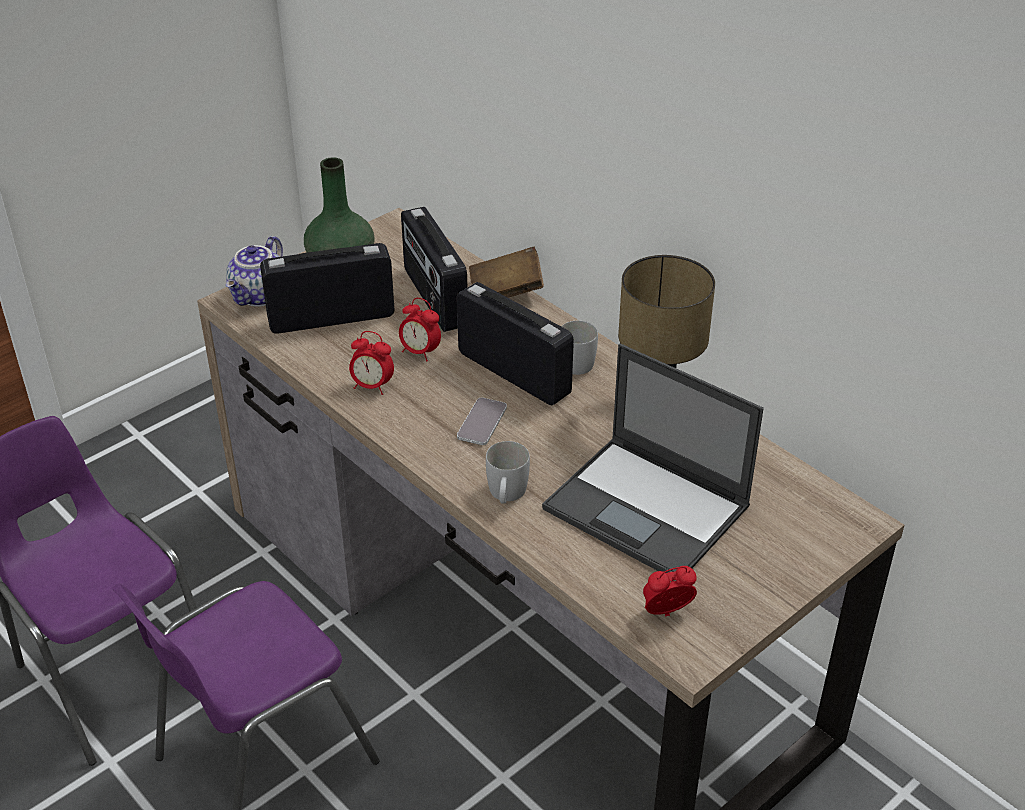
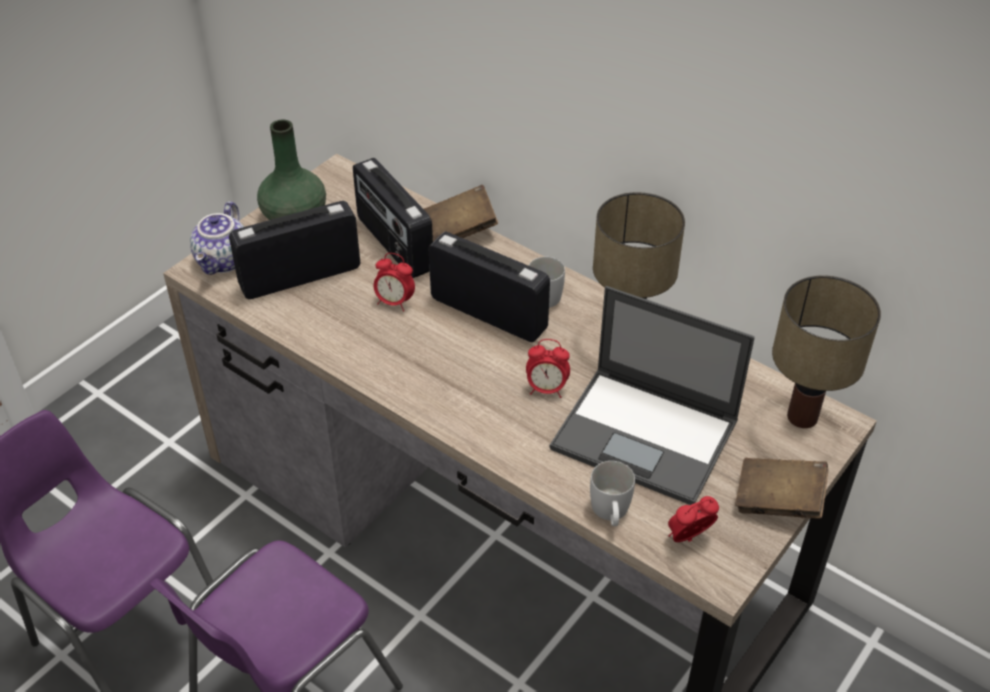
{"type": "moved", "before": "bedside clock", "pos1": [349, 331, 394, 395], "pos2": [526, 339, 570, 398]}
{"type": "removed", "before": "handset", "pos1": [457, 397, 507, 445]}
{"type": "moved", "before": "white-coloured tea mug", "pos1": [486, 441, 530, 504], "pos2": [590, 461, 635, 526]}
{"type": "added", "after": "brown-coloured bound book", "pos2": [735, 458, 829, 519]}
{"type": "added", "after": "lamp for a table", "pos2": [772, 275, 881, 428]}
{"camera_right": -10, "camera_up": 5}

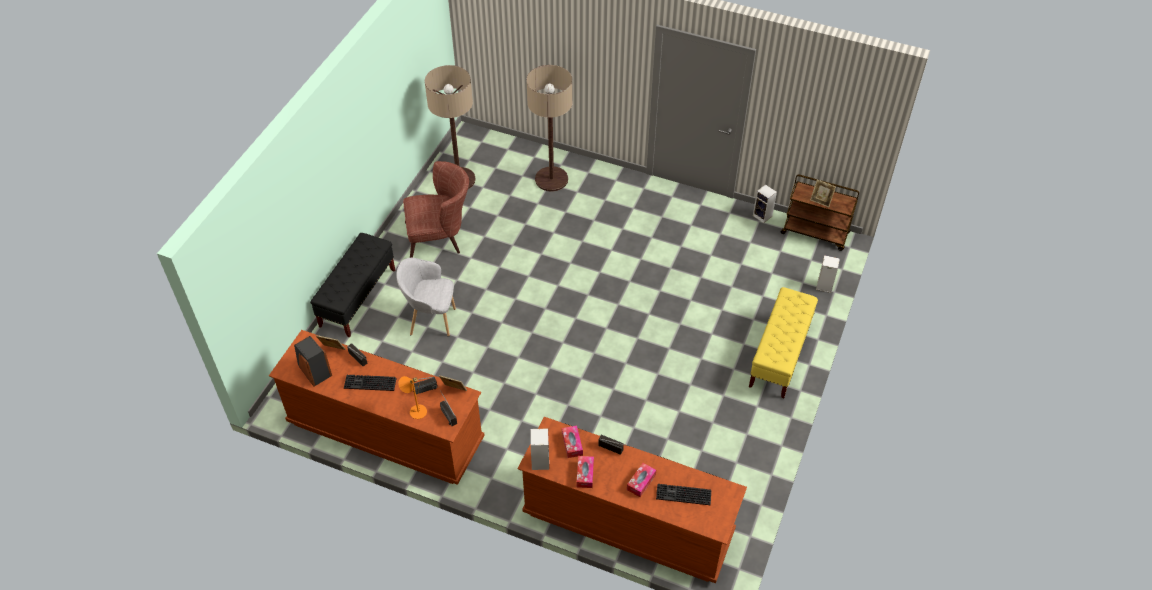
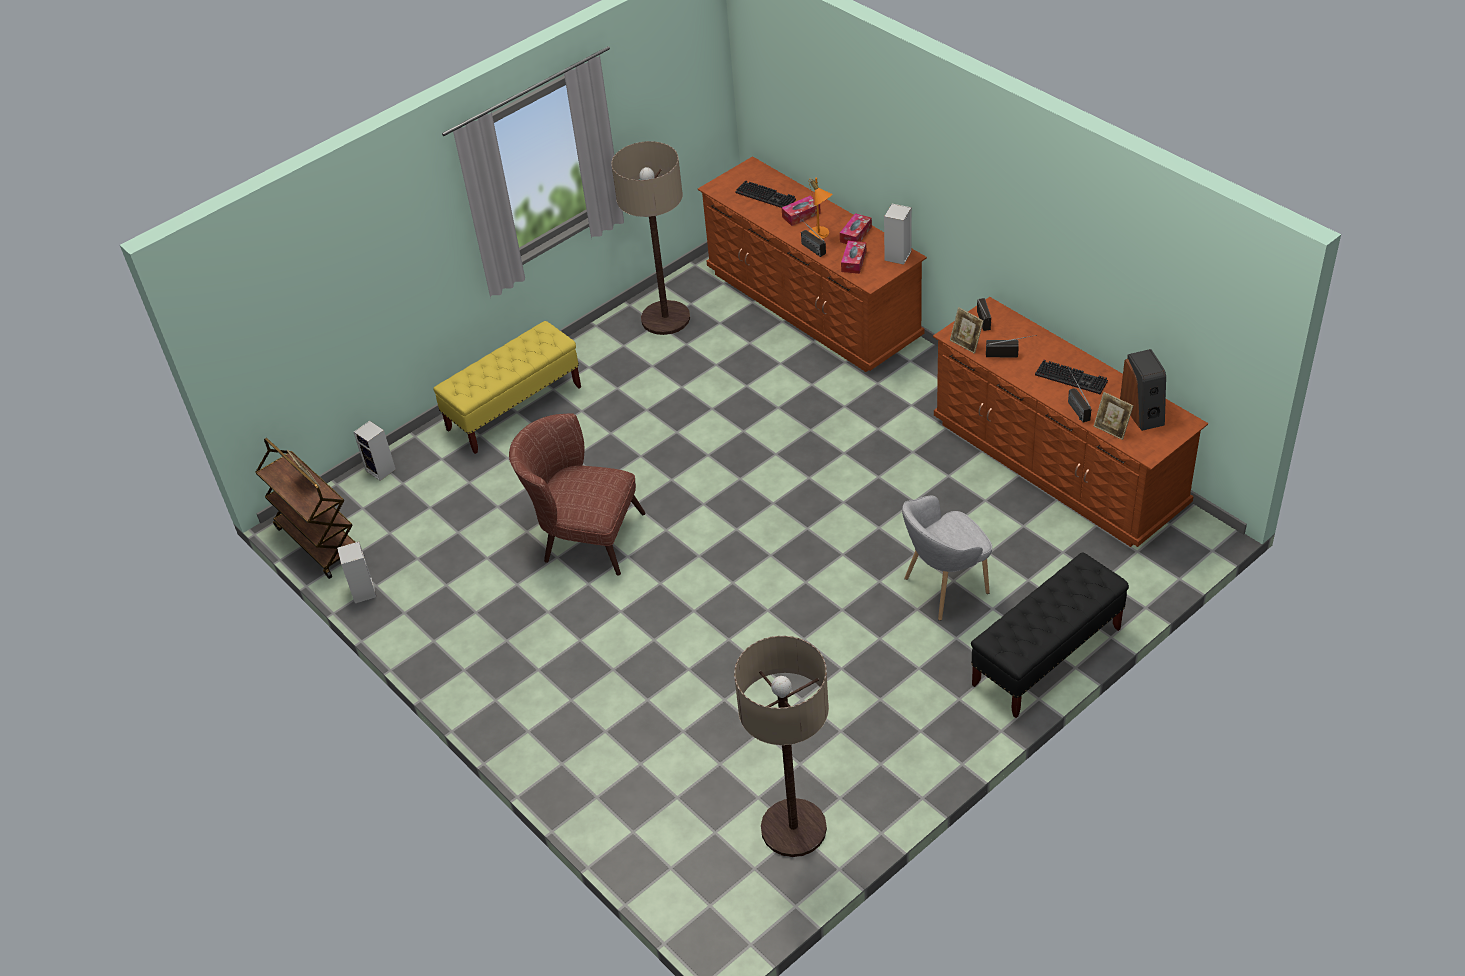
{"type": "turned", "before": "gray lounge chair", "pos1": [396, 258, 456, 337], "pos2": [902, 496, 992, 621], "turn": 120}
{"type": "moved", "before": "orange lamp for a table", "pos1": [398, 376, 427, 419], "pos2": [809, 177, 832, 239]}
{"type": "moved", "before": "brown-coloured lounge chair", "pos1": [403, 161, 469, 258], "pos2": [509, 413, 646, 576]}
{"type": "moved", "before": "standing lamp", "pos1": [526, 65, 573, 192], "pos2": [611, 141, 690, 335]}
{"camera_right": -150, "camera_up": -5}

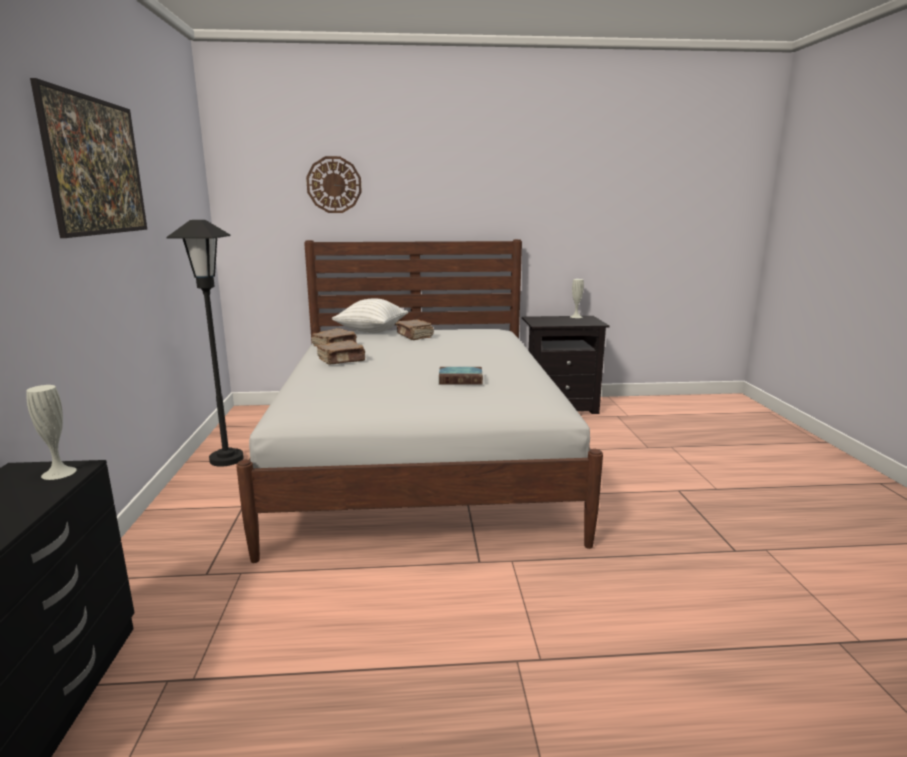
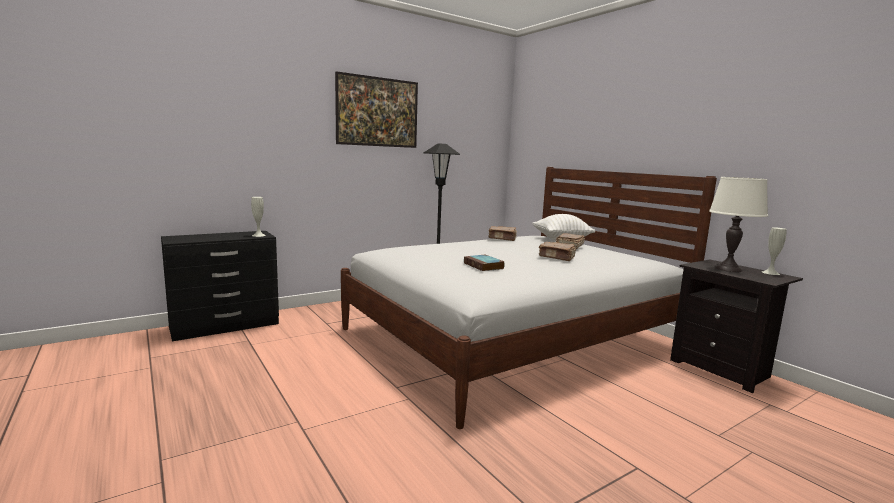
{"type": "removed", "before": "wall clock", "pos1": [306, 156, 362, 213]}
{"type": "moved", "before": "brown-coloured bound book", "pos1": [317, 340, 365, 364], "pos2": [539, 242, 576, 261]}
{"type": "added", "after": "white-coloured lamp for a table", "pos2": [709, 177, 768, 272]}
{"camera_right": 60, "camera_up": -5}

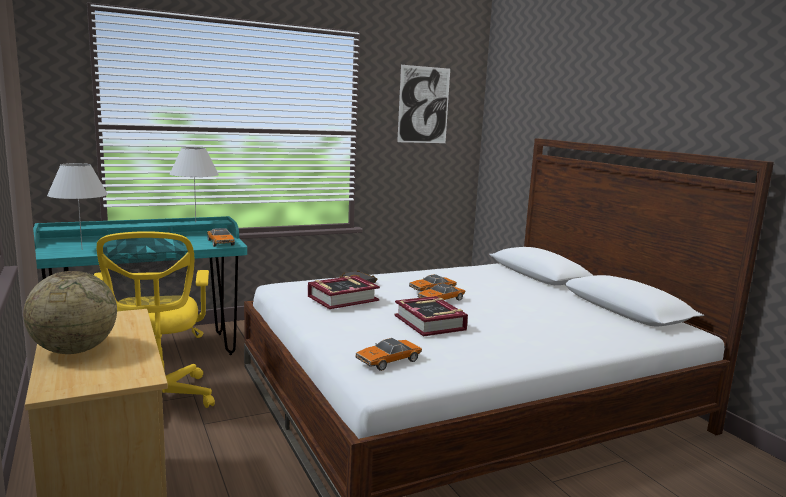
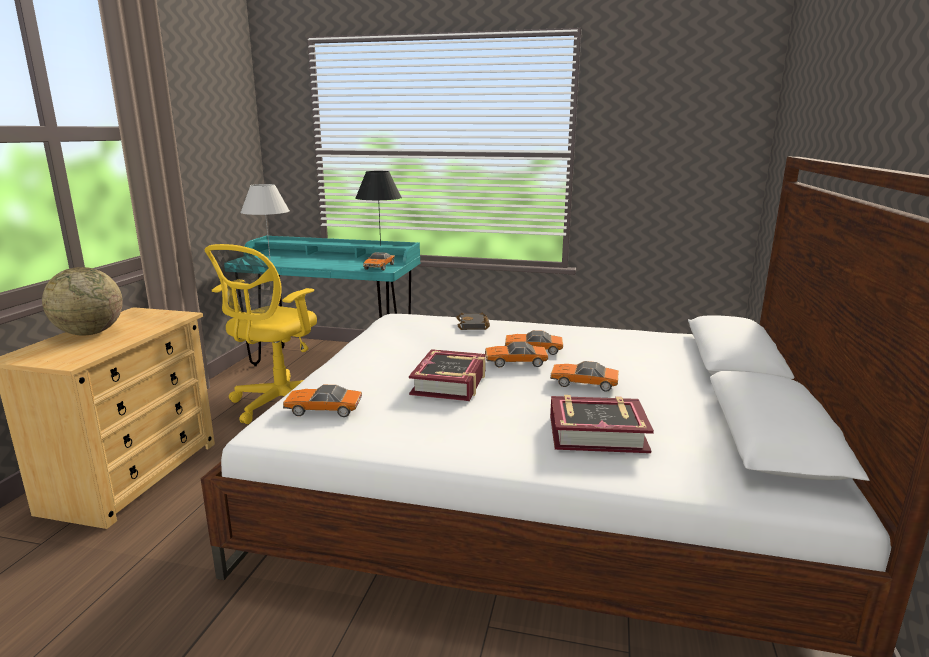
{"type": "recoloured", "before": "white-coloured lamp for a table", "after": "blackish lamp for a table", "pos1": [170, 147, 219, 221], "pos2": [355, 171, 402, 246]}
{"type": "moved", "before": "bound book", "pos1": [308, 276, 380, 309], "pos2": [550, 395, 654, 453]}
{"type": "removed", "before": "picture", "pos1": [397, 65, 450, 143]}
{"type": "added", "after": "miniature car", "pos2": [550, 361, 619, 392]}
{"camera_right": 40, "camera_up": 5}

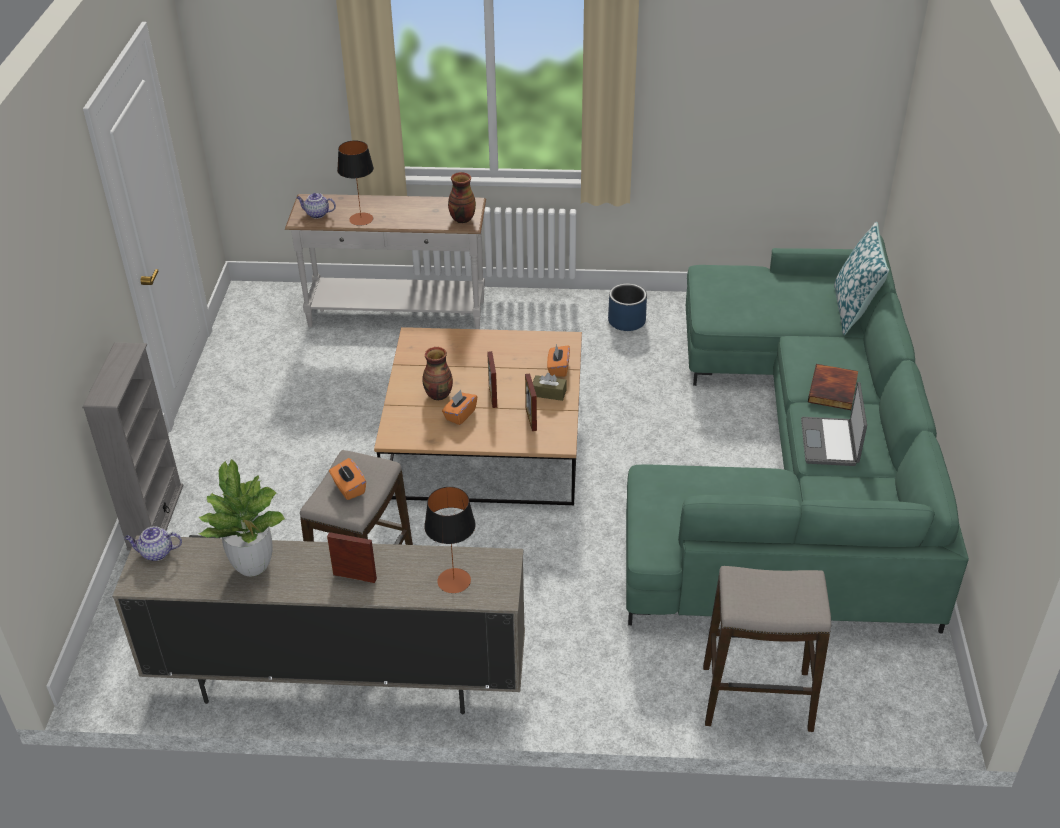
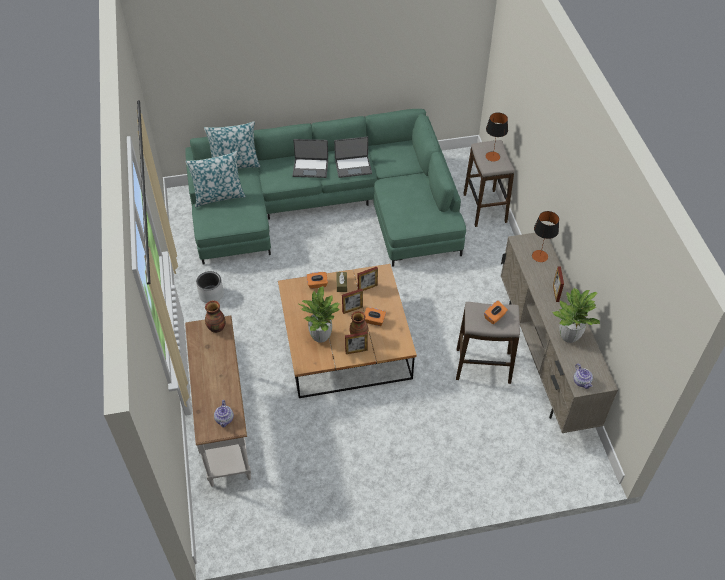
{"type": "removed", "before": "gray bookshelf", "pos1": [82, 343, 183, 551]}
{"type": "moved", "before": "lamp for a table", "pos1": [337, 141, 374, 226], "pos2": [486, 113, 508, 162]}
{"type": "recoloured", "before": "bluish flower pot", "after": "gray flower pot", "pos1": [608, 283, 647, 331], "pos2": [196, 271, 224, 303]}
{"type": "replaced", "before": "bound book", "after": "portable computer", "pos1": [808, 364, 858, 410], "pos2": [293, 139, 328, 178]}
{"type": "added", "after": "throw pillow", "pos2": [185, 151, 246, 207]}
{"type": "added", "after": "potted plant", "pos2": [299, 286, 340, 343]}
{"type": "added", "after": "picture frame", "pos2": [345, 332, 368, 354]}
{"camera_right": -105, "camera_up": 10}

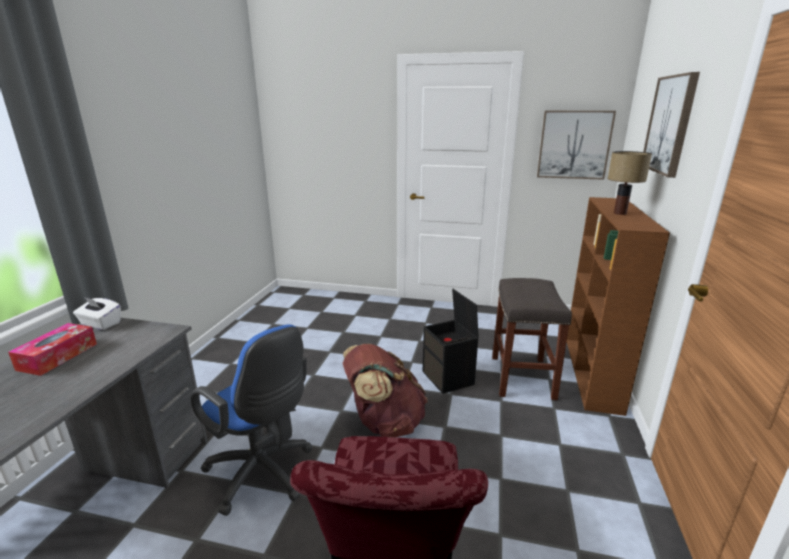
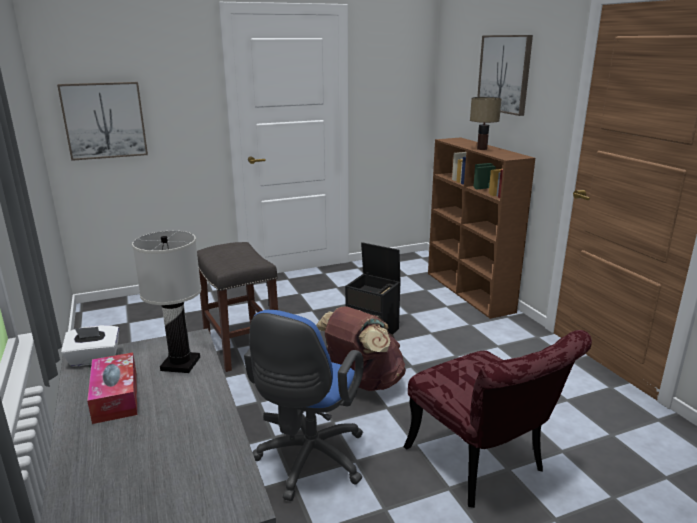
{"type": "turned", "before": "bluish desk chair", "pos1": [191, 325, 313, 516], "pos2": [244, 310, 364, 501], "turn": 105}
{"type": "moved", "before": "gray stool seat", "pos1": [492, 278, 572, 400], "pos2": [197, 242, 278, 372]}
{"type": "moved", "before": "picture", "pos1": [537, 111, 616, 180], "pos2": [57, 82, 148, 161]}
{"type": "added", "after": "white-coloured lamp for a table", "pos2": [132, 231, 201, 373]}
{"camera_right": -35, "camera_up": 0}

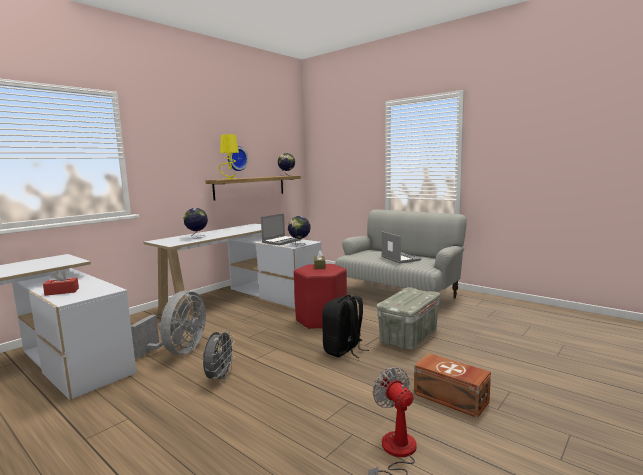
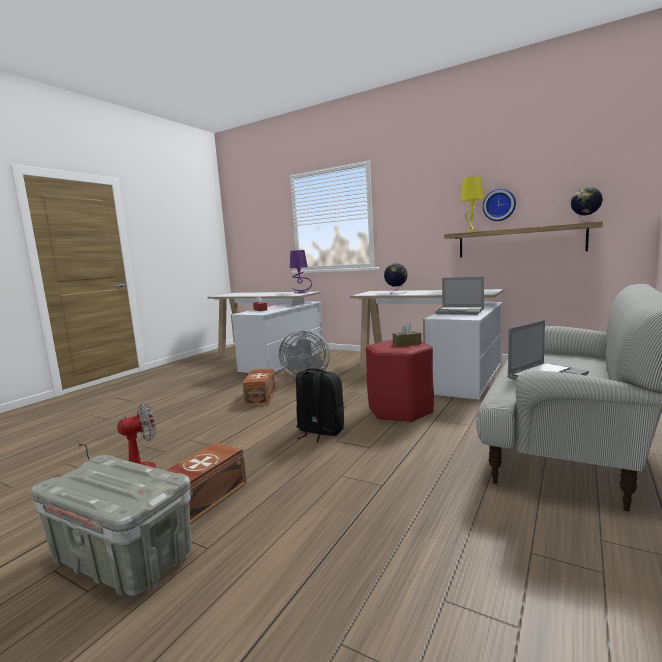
{"type": "replaced", "before": "gray electric fan", "after": "brown-coloured storage bin", "pos1": [203, 329, 236, 383], "pos2": [242, 368, 275, 406]}
{"type": "removed", "before": "desk globe", "pos1": [288, 216, 311, 246]}
{"type": "moved", "before": "gray storage bin", "pos1": [376, 287, 440, 350], "pos2": [31, 455, 191, 596]}
{"type": "added", "after": "purple lamp for a table", "pos2": [290, 250, 312, 293]}
{"camera_right": 80, "camera_up": 0}

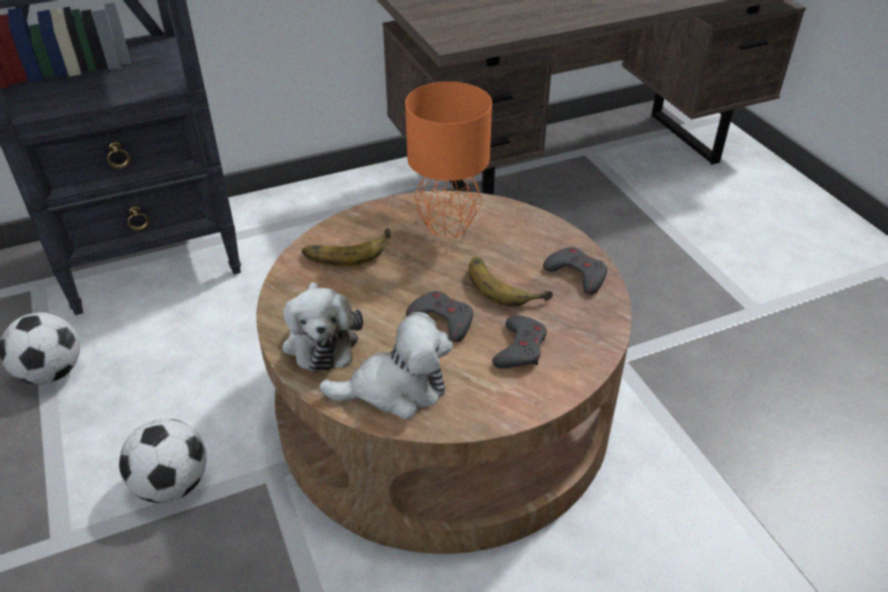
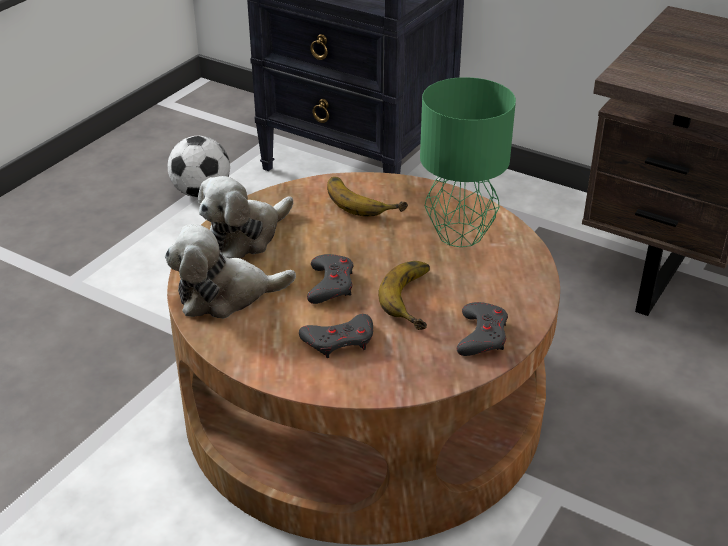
{"type": "removed", "before": "football ball", "pos1": [119, 419, 207, 503]}
{"type": "turned", "before": "cuddly toy", "pos1": [319, 312, 453, 419], "pos2": [165, 224, 296, 319], "turn": 120}
{"type": "recoloured", "before": "orange lamp for a table", "after": "greenish lamp for a table", "pos1": [405, 82, 492, 238], "pos2": [420, 77, 516, 247]}
{"camera_right": 55, "camera_up": -5}

